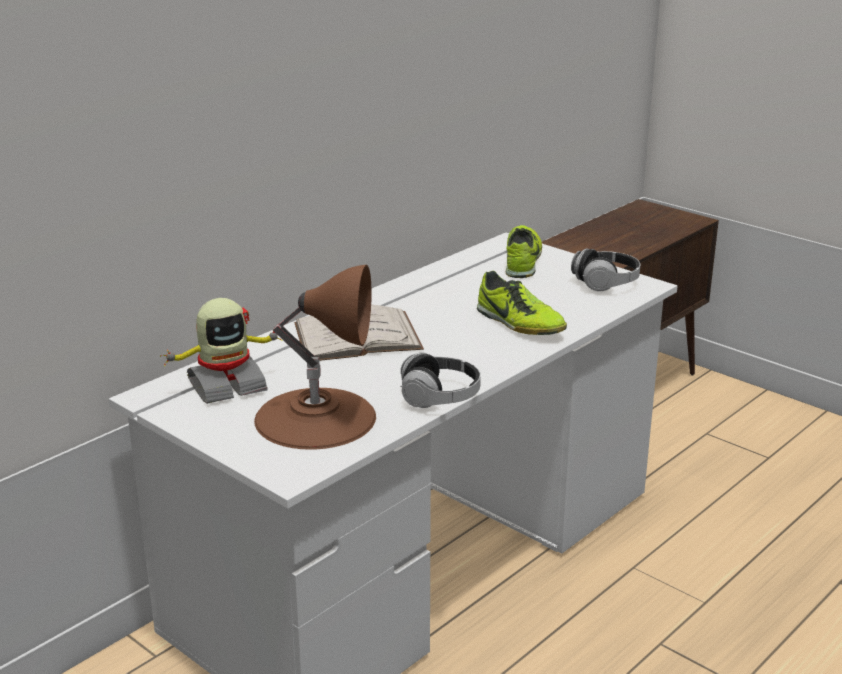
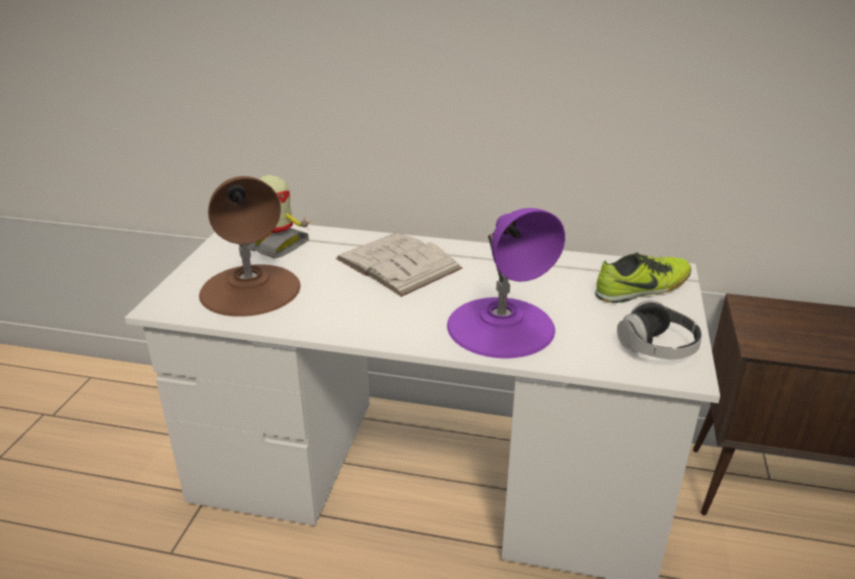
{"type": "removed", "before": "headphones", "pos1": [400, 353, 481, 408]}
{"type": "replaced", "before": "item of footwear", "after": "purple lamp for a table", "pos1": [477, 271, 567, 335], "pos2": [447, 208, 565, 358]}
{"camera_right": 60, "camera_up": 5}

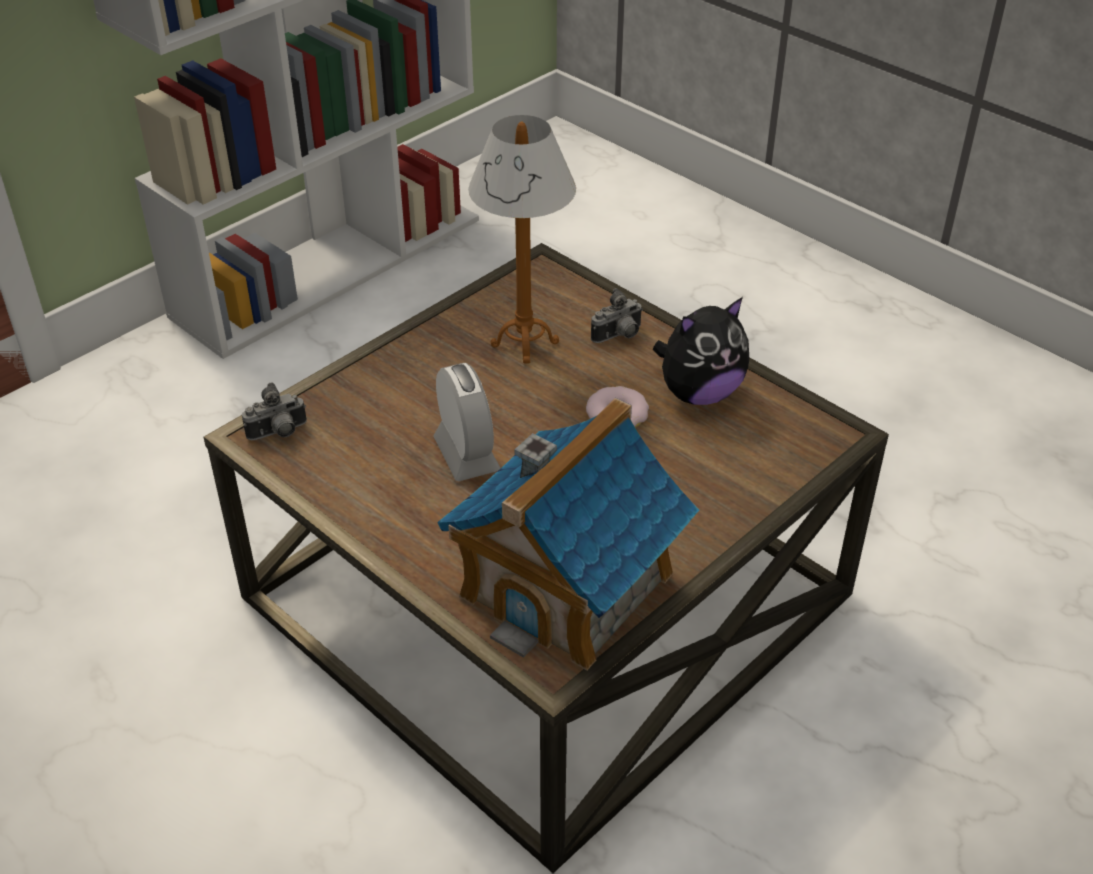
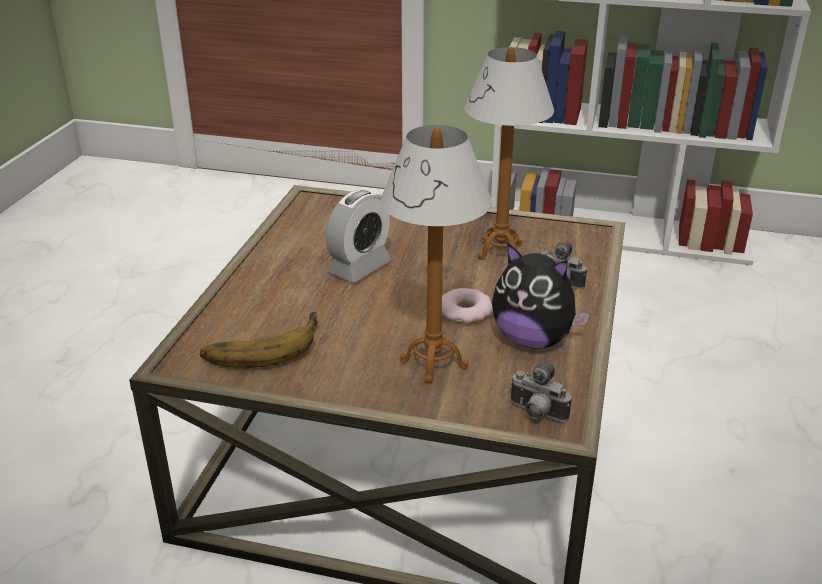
{"type": "moved", "before": "photo camera", "pos1": [242, 382, 307, 440], "pos2": [510, 363, 571, 422]}
{"type": "replaced", "before": "toy house", "after": "banana", "pos1": [437, 398, 699, 671], "pos2": [200, 312, 318, 368]}
{"type": "added", "after": "lamp for a table", "pos2": [381, 125, 492, 383]}
{"camera_right": 60, "camera_up": -10}

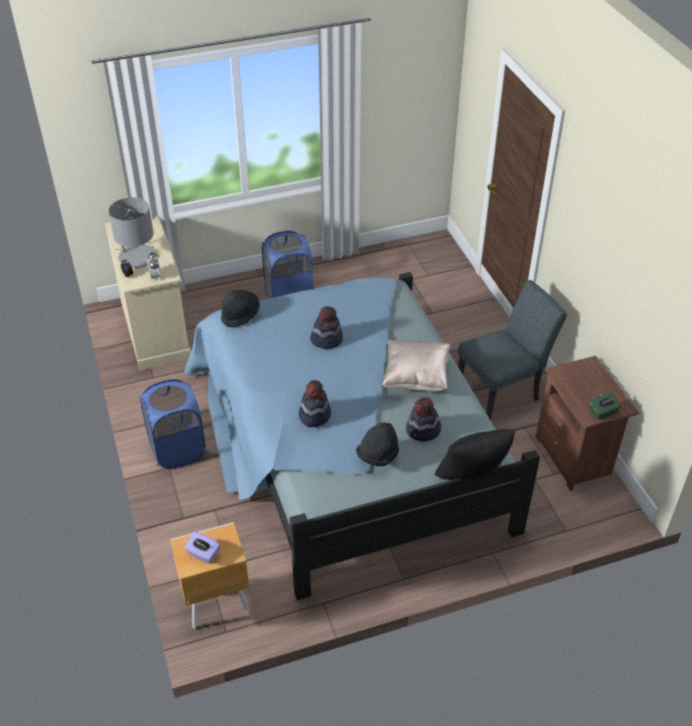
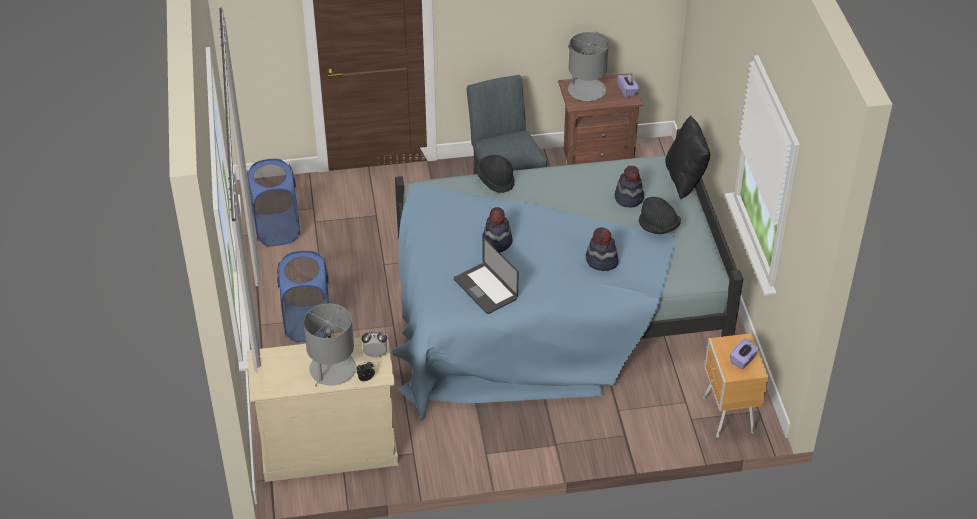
{"type": "moved", "before": "bluish hamper", "pos1": [140, 379, 206, 469], "pos2": [247, 159, 300, 246]}
{"type": "moved", "before": "blackish wearable hat", "pos1": [221, 290, 260, 327], "pos2": [476, 155, 515, 193]}
{"type": "removed", "before": "sand-coloured throw pillow", "pos1": [382, 340, 451, 391]}
{"type": "recoloured", "before": "greenish box of tissues", "after": "purple box of tissues", "pos1": [589, 392, 622, 420], "pos2": [617, 74, 639, 98]}
{"type": "added", "after": "portable computer", "pos2": [454, 237, 519, 314]}
{"type": "added", "after": "gray lamp for a table", "pos2": [565, 32, 609, 102]}
{"camera_right": -80, "camera_up": 0}

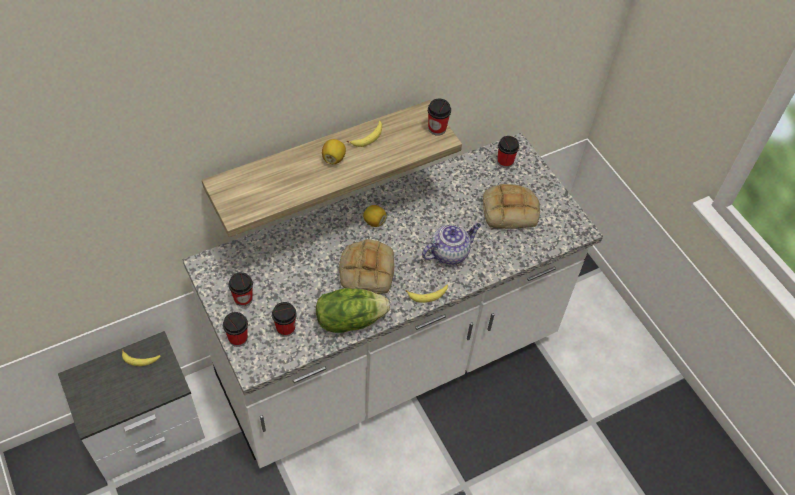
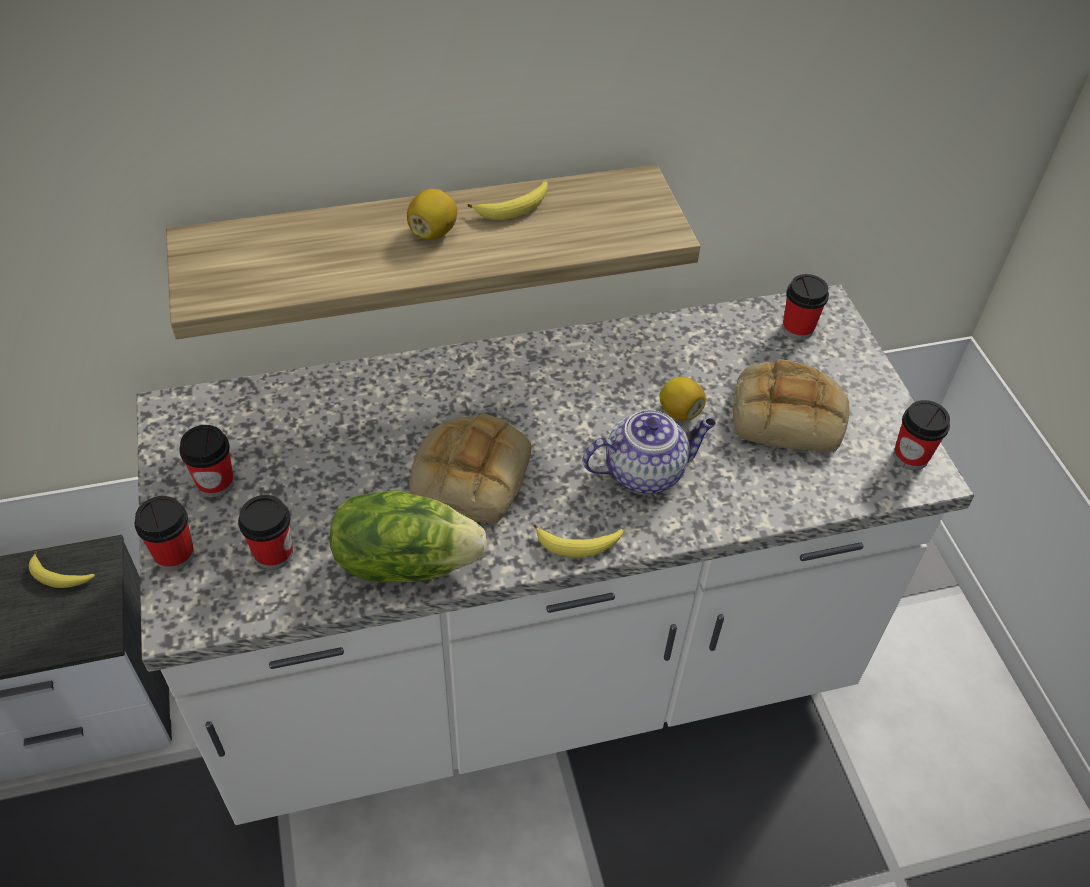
{"type": "moved", "before": "citrus fruit", "pos1": [363, 205, 387, 227], "pos2": [659, 377, 706, 421]}
{"type": "moved", "before": "drinking cup", "pos1": [428, 99, 451, 136], "pos2": [894, 400, 950, 470]}
{"camera_right": 15, "camera_up": -5}

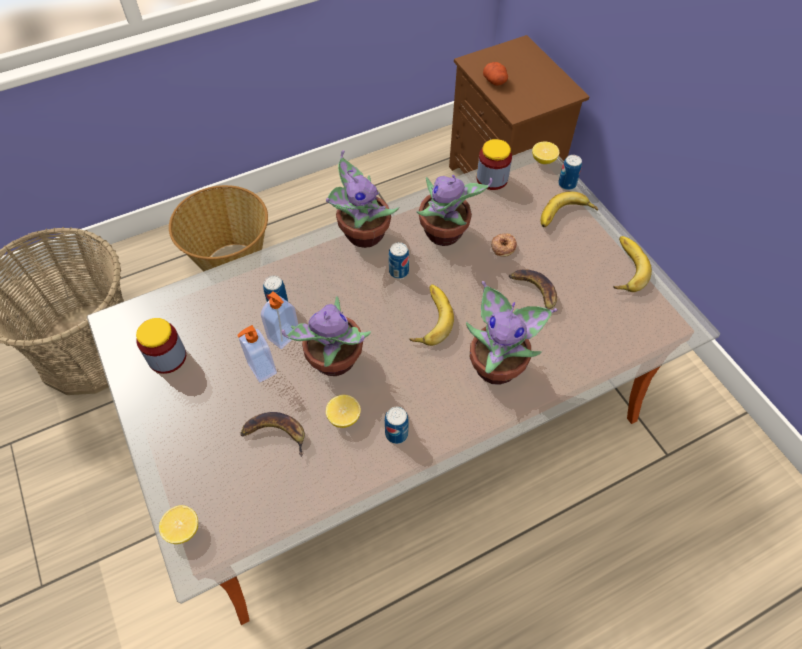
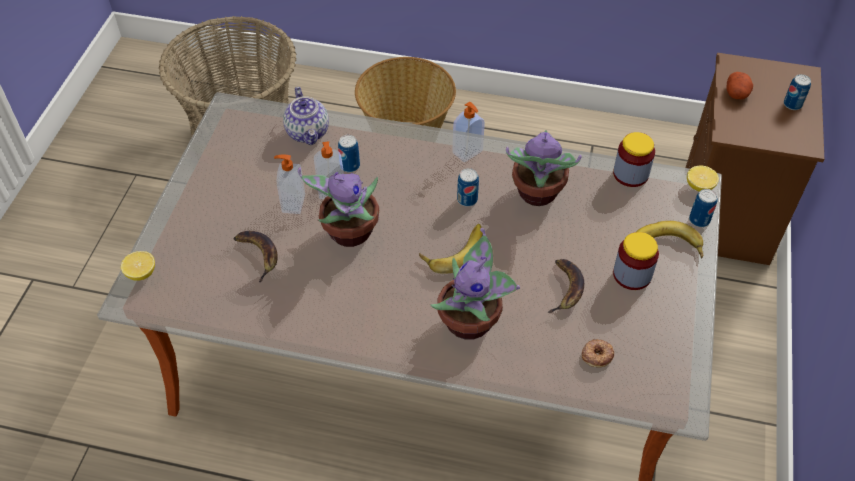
{"type": "moved", "before": "storage jar", "pos1": [136, 318, 186, 374], "pos2": [613, 232, 659, 290]}
{"type": "replaced", "before": "potted plant", "after": "soap dispenser", "pos1": [326, 150, 399, 248], "pos2": [452, 102, 485, 162]}
{"type": "removed", "before": "citrus fruit", "pos1": [326, 395, 361, 428]}
{"type": "moved", "before": "can", "pos1": [385, 407, 409, 444], "pos2": [784, 74, 811, 110]}
{"type": "moved", "before": "doughnut", "pos1": [491, 233, 517, 256], "pos2": [582, 339, 614, 367]}
{"type": "removed", "before": "banana", "pos1": [613, 236, 652, 292]}
{"type": "added", "after": "teapot", "pos2": [283, 87, 329, 145]}
{"camera_right": 40, "camera_up": -5}

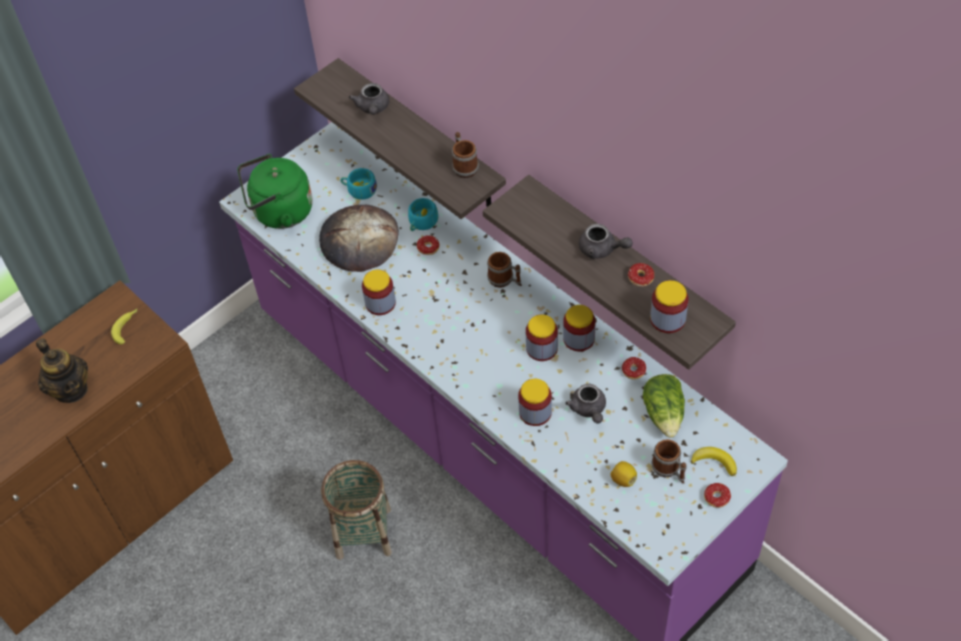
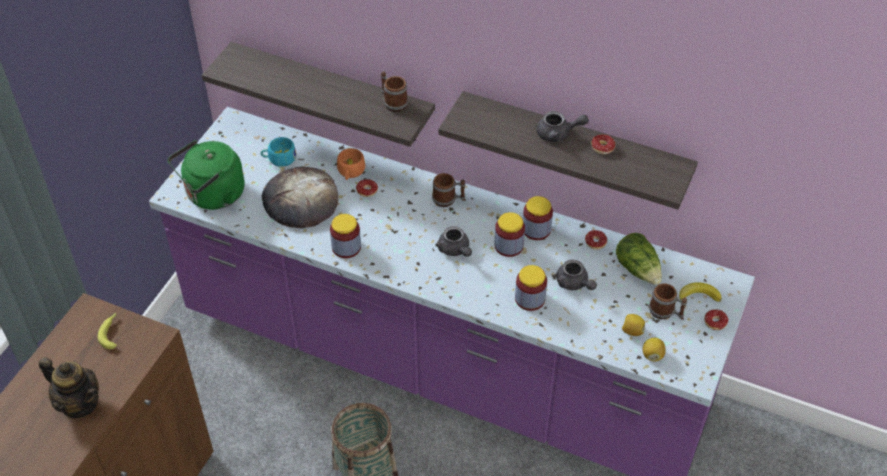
{"type": "moved", "before": "gray teapot", "pos1": [349, 83, 389, 115], "pos2": [435, 226, 472, 257]}
{"type": "recoloured", "before": "turquoise drinking cup", "after": "orange drinking cup", "pos1": [408, 198, 438, 231], "pos2": [337, 148, 365, 180]}
{"type": "removed", "before": "storage jar", "pos1": [650, 280, 689, 333]}
{"type": "added", "after": "citrus fruit", "pos2": [643, 338, 666, 362]}
{"camera_right": -25, "camera_up": -5}

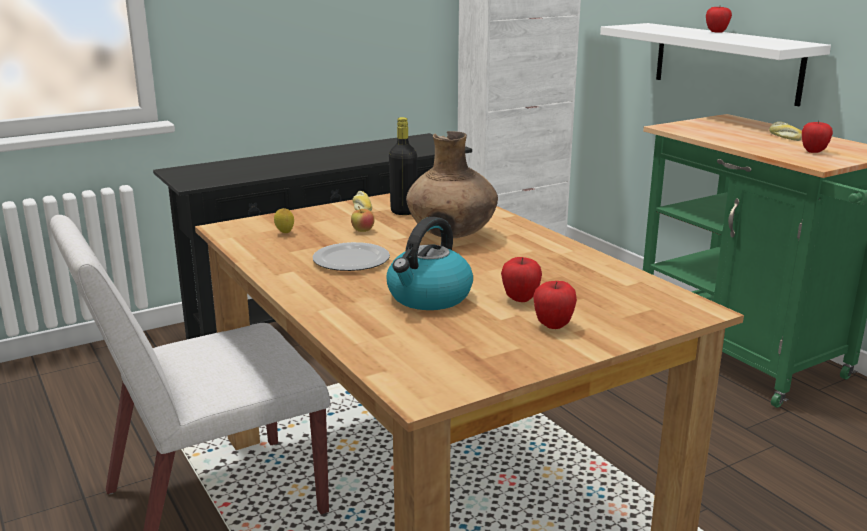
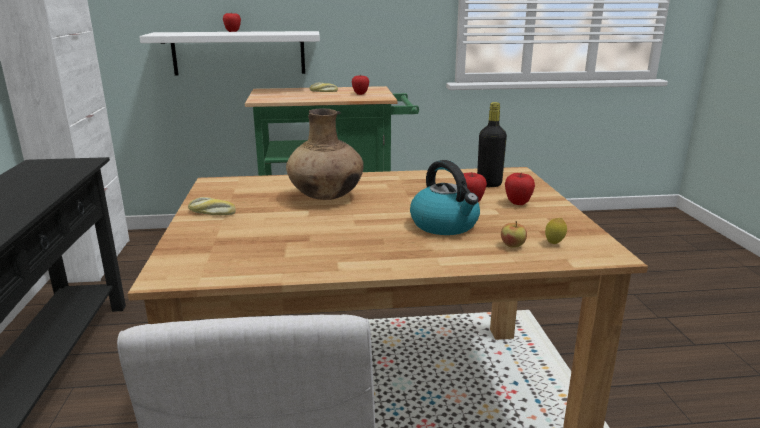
{"type": "moved", "before": "citrus fruit", "pos1": [274, 208, 294, 233], "pos2": [545, 218, 567, 244]}
{"type": "removed", "before": "dinner plate", "pos1": [312, 242, 390, 271]}
{"type": "moved", "before": "apple", "pos1": [351, 206, 375, 232], "pos2": [501, 221, 527, 248]}
{"type": "moved", "before": "blackish drink bottle", "pos1": [389, 117, 417, 215], "pos2": [477, 102, 507, 187]}
{"camera_right": -65, "camera_up": 0}

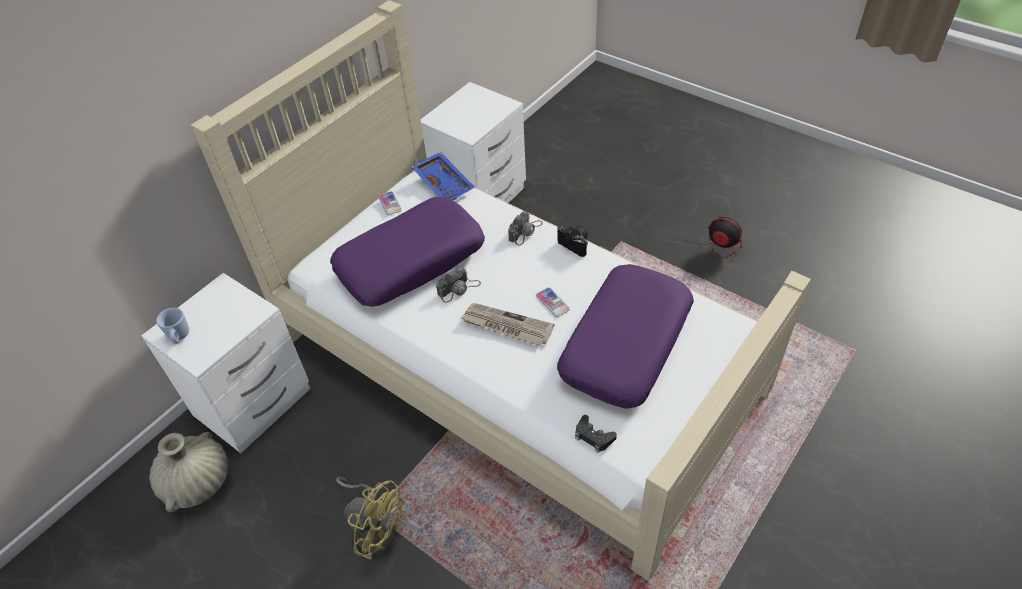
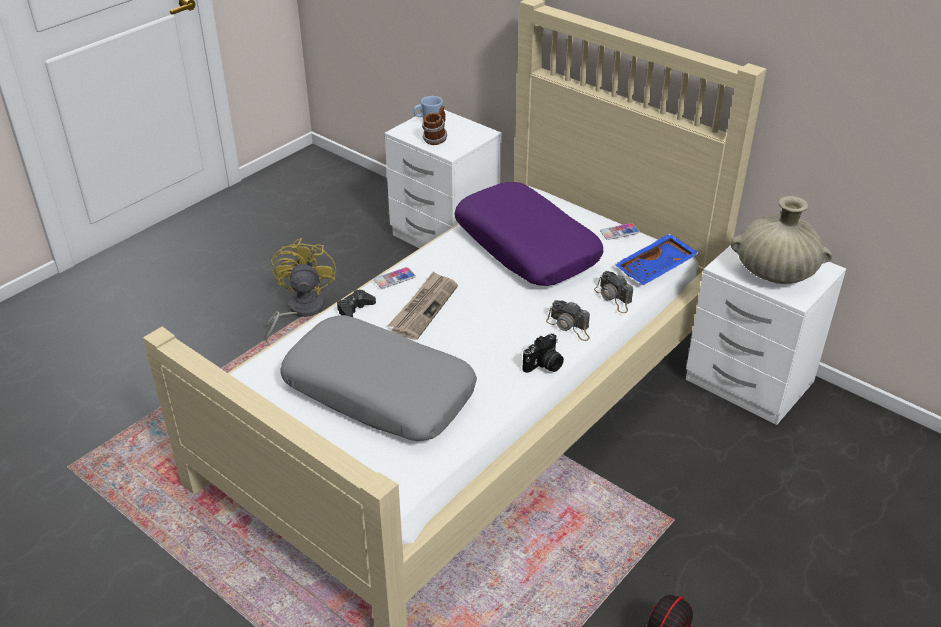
{"type": "moved", "before": "sand-coloured vase", "pos1": [149, 432, 228, 512], "pos2": [730, 196, 832, 284]}
{"type": "turned", "before": "yellow-coloured electric fan", "pos1": [336, 477, 403, 560], "pos2": [265, 238, 336, 342], "turn": 150}
{"type": "moved", "before": "photo camera", "pos1": [436, 267, 481, 303], "pos2": [594, 271, 633, 313]}
{"type": "moved", "before": "handset", "pos1": [536, 287, 570, 317], "pos2": [374, 267, 416, 289]}
{"type": "recoloured", "before": "purple throw pillow", "after": "gray throw pillow", "pos1": [557, 264, 694, 409], "pos2": [280, 315, 477, 441]}
{"type": "moved", "before": "blackish game controller", "pos1": [575, 415, 617, 453], "pos2": [337, 290, 376, 317]}
{"type": "added", "after": "tea mug", "pos2": [422, 106, 447, 145]}
{"camera_right": 90, "camera_up": -10}

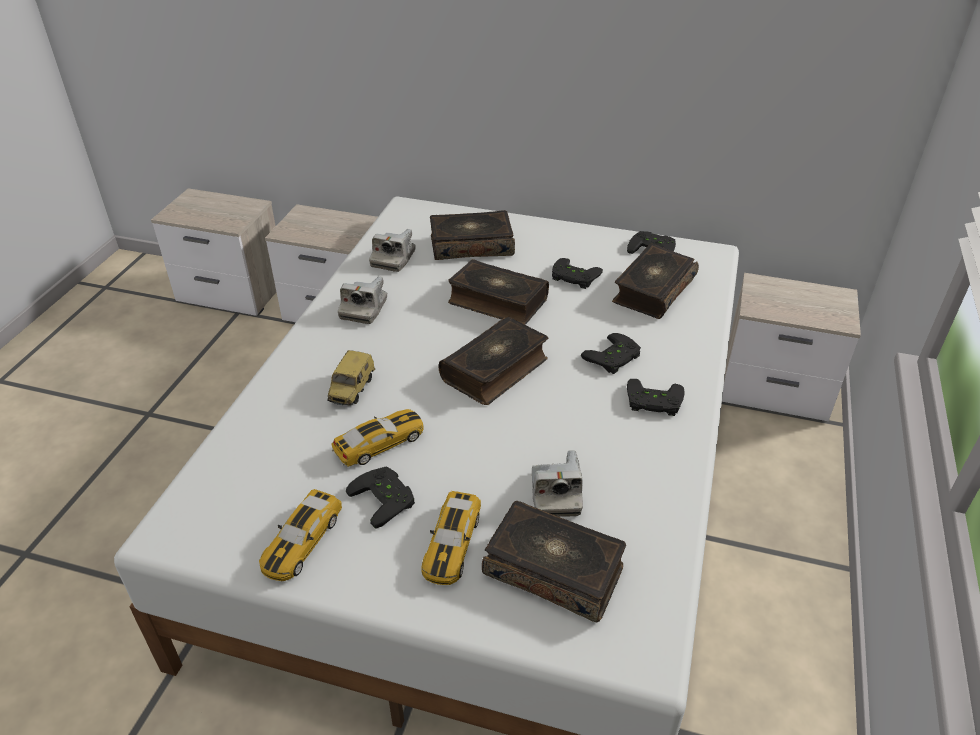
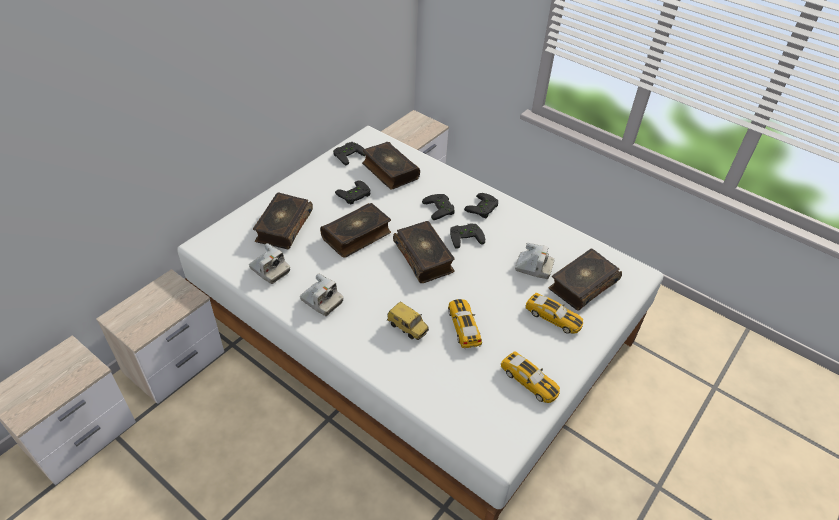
{"type": "moved", "before": "blackish game controller", "pos1": [346, 467, 415, 529], "pos2": [450, 224, 485, 249]}
{"camera_right": -70, "camera_up": 5}

